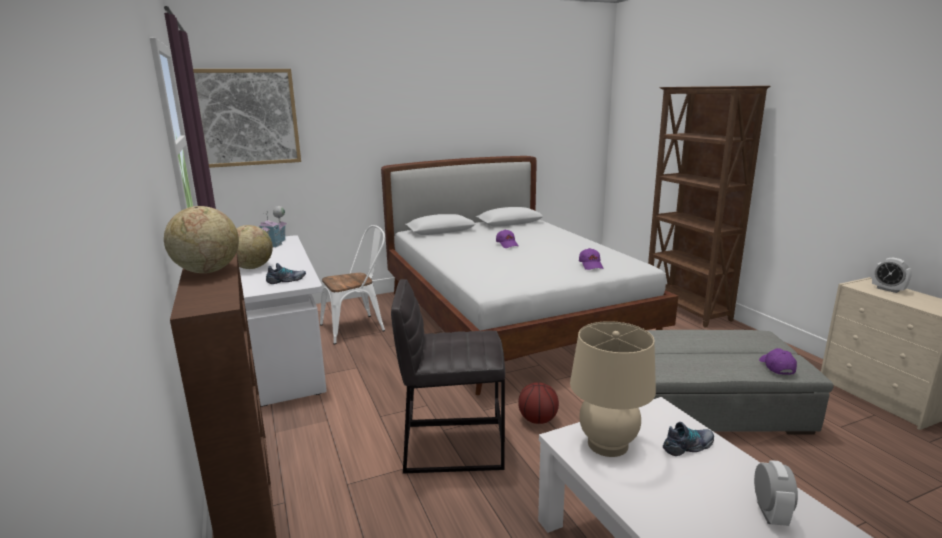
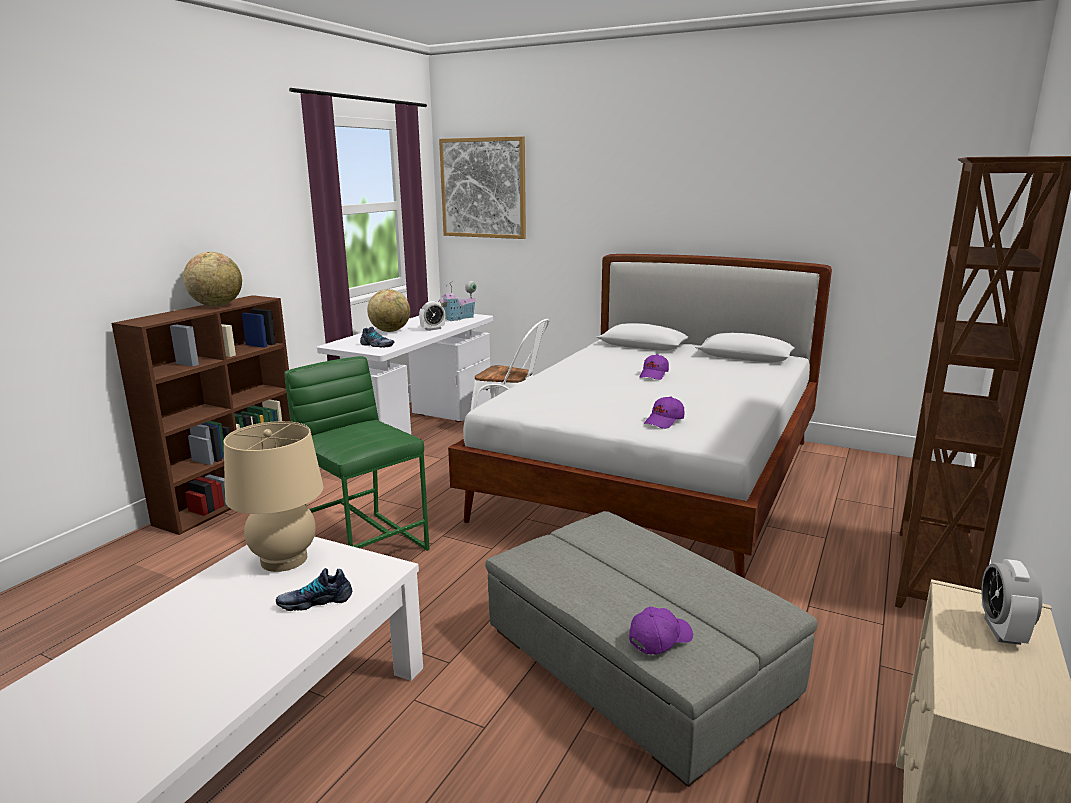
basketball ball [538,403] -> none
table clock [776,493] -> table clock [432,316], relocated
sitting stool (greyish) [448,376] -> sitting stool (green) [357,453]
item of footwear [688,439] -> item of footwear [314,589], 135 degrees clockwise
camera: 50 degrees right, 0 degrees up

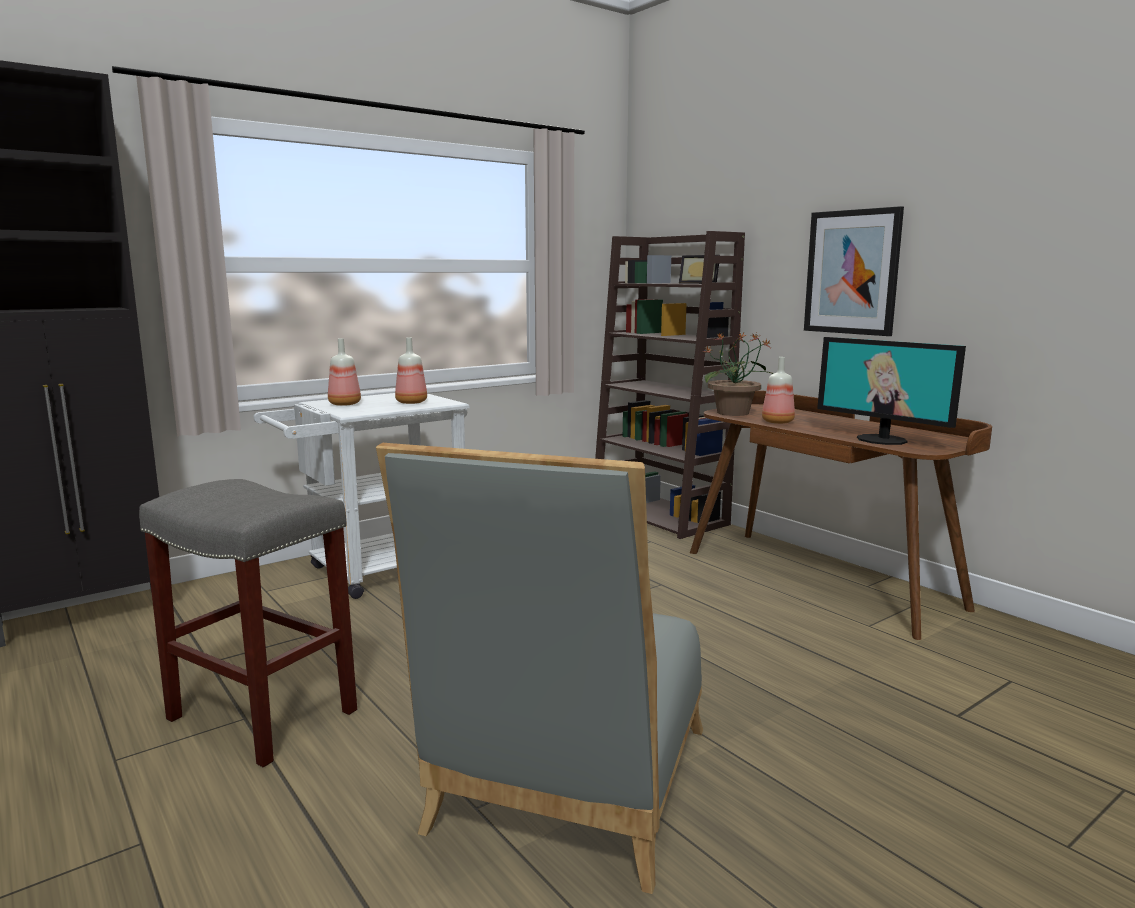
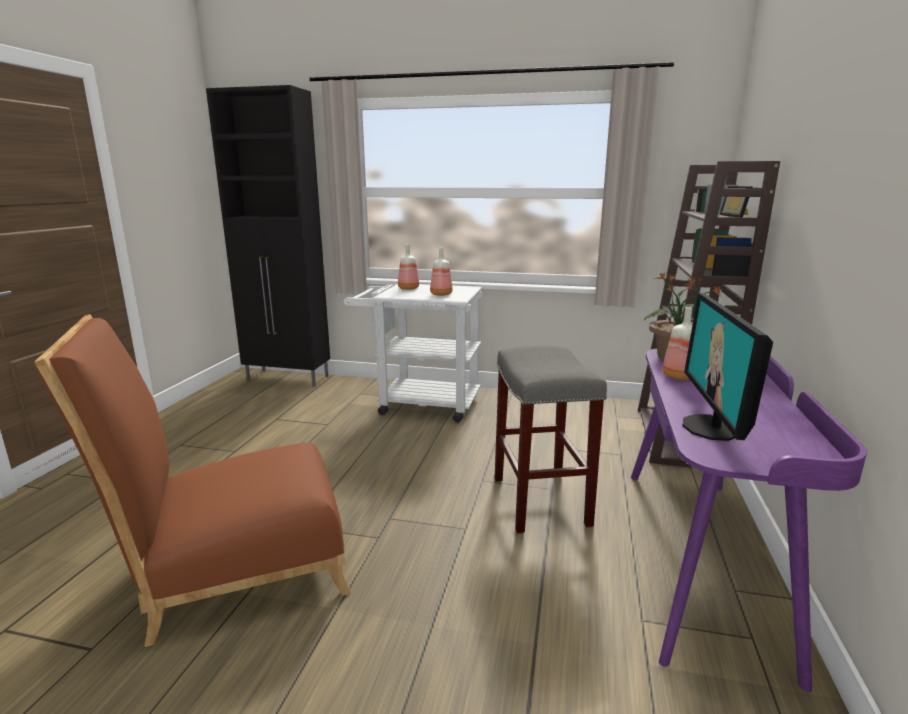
picture [854,271] -> none
sitting stool (greyish) [248,623] -> sitting stool (greyish) [551,439], relocated
plain chair (greyish) [539,668] -> plain chair (brown-coloured) [192,480]
desk table (brown-coloured) [841,515] -> desk table (purple-coloured) [749,520]
camera: 50 degrees right, 5 degrees up

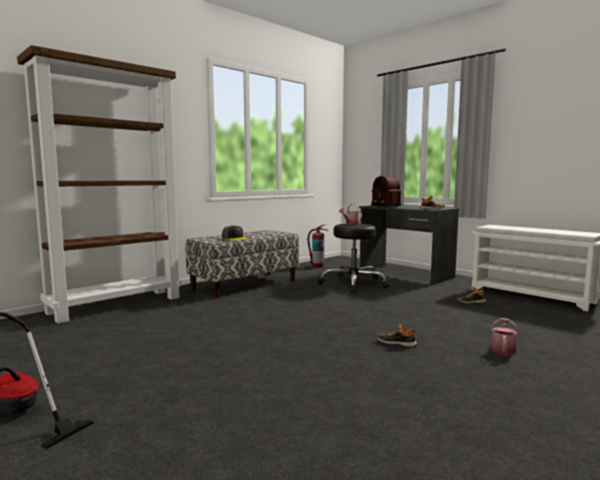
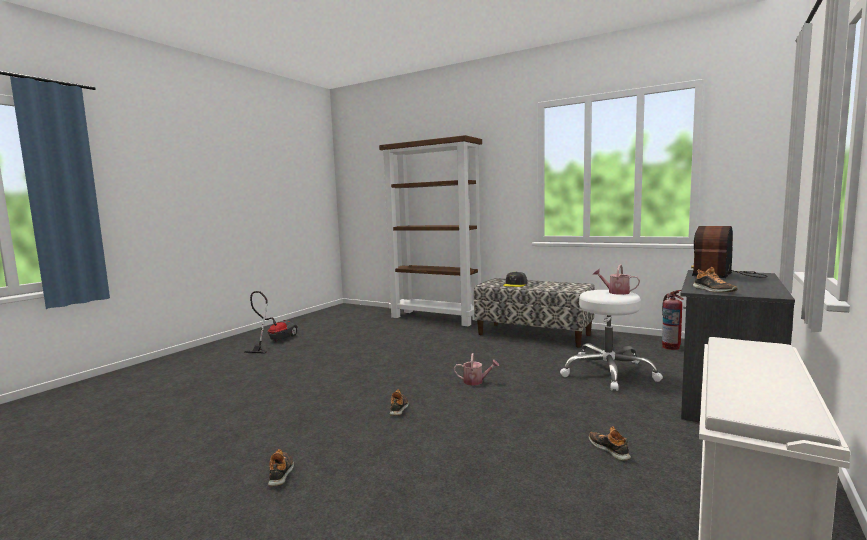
none -> item of footwear [281,468]
watering pot [505,337] -> watering pot [476,369], relocated
sitting stool (black-coloured) [353,258] -> sitting stool (white) [611,340]
camera: 75 degrees right, 0 degrees up

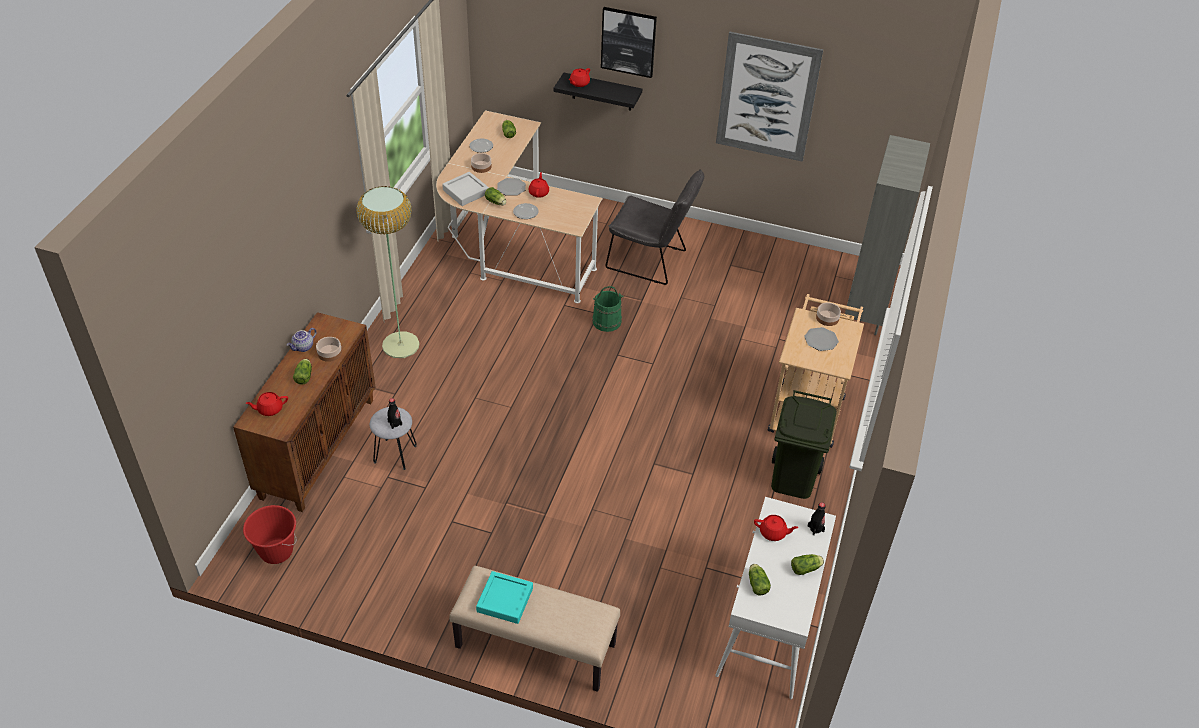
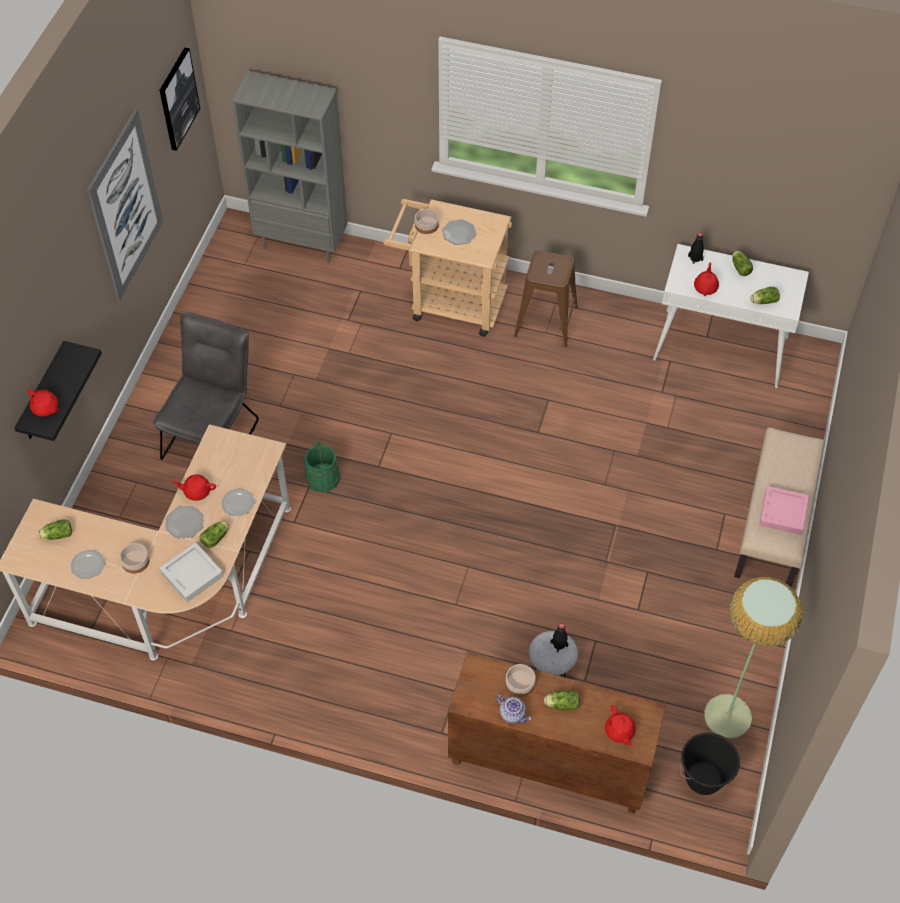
standard lamp [388,272] -> standard lamp [753,658], relocated
picture [629,42] -> picture [180,99], relocated
rubbish bin (green) [804,444] -> sitting stool (brown-coloured) [546,299]
water bucket (red) [269,534] -> water bucket (black-coloured) [710,764]
tray (turquoise) [504,597] -> tray (pinkish) [784,510]
camera: 90 degrees left, 10 degrees up

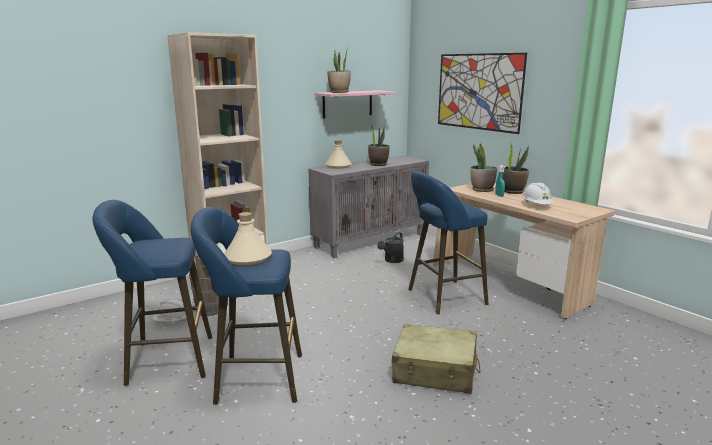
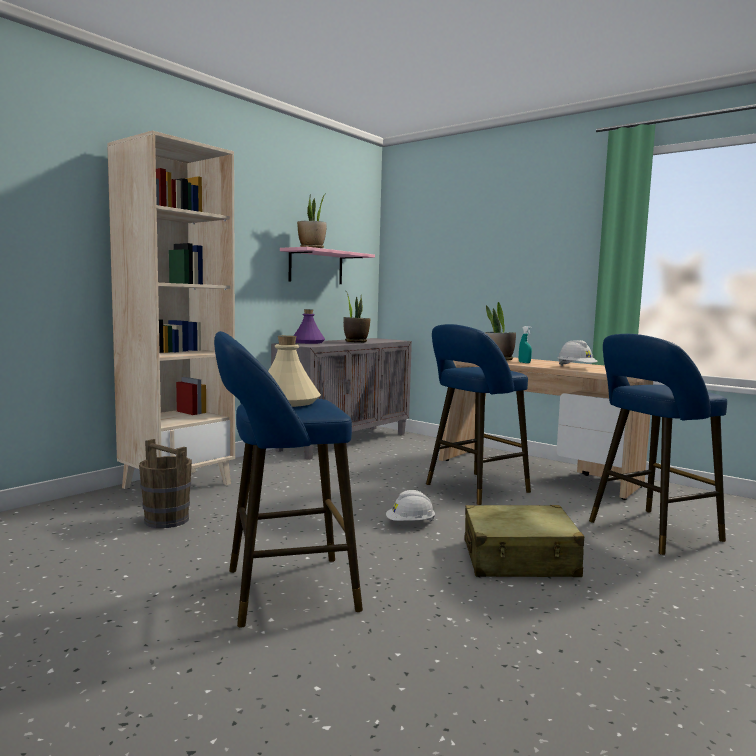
watering pot (black-coloured) [391,247] -> none
picture [482,93] -> none
potted plant [515,168] -> none
sitting stool (bluish) [152,293] -> sitting stool (bluish) [658,444], relocated
hard hat (white) [169,310] -> hard hat (white) [410,506], relocated
beverage bottle (beige-coloured) [338,154] -> beverage bottle (purple-coloured) [309,326]
camera: 15 degrees left, 10 degrees down

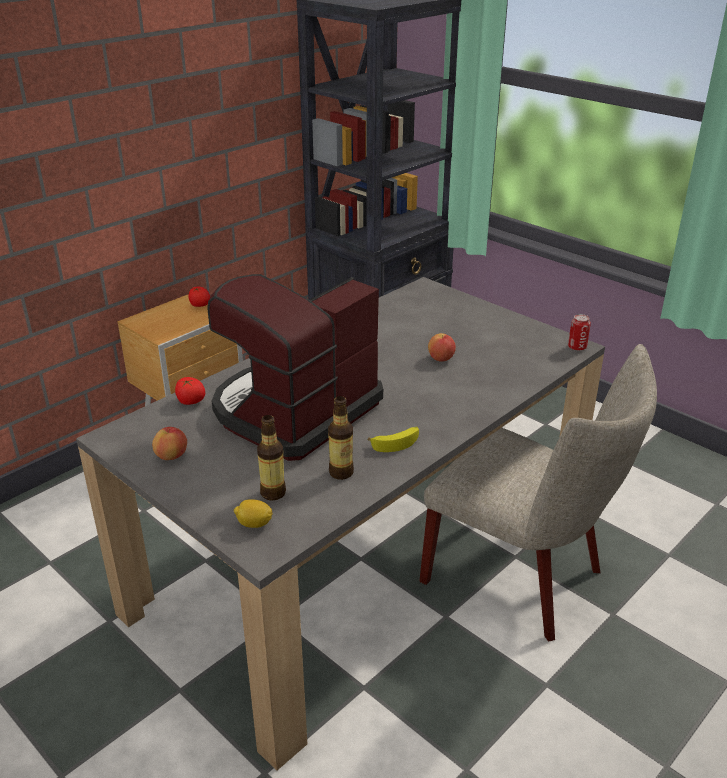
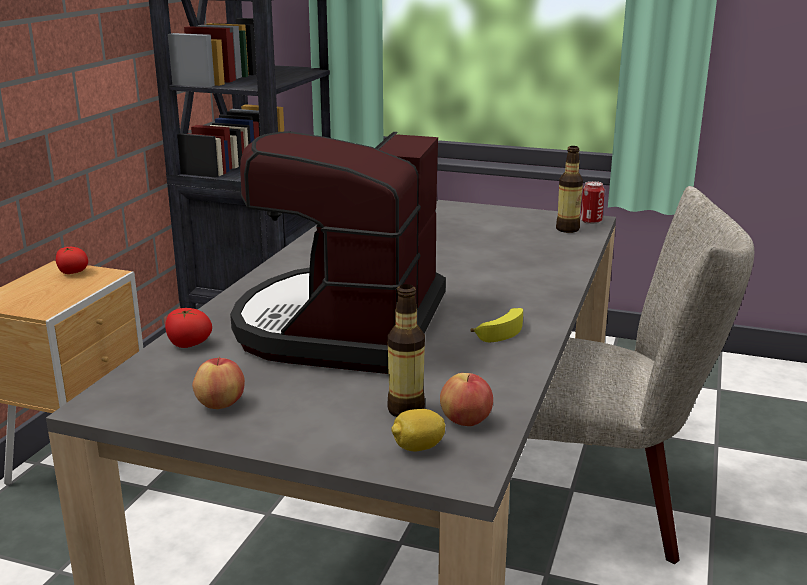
beverage bottle [341,438] -> beverage bottle [569,189], relocated
apple [442,347] -> apple [466,399], relocated
camera: 25 degrees left, 10 degrees down

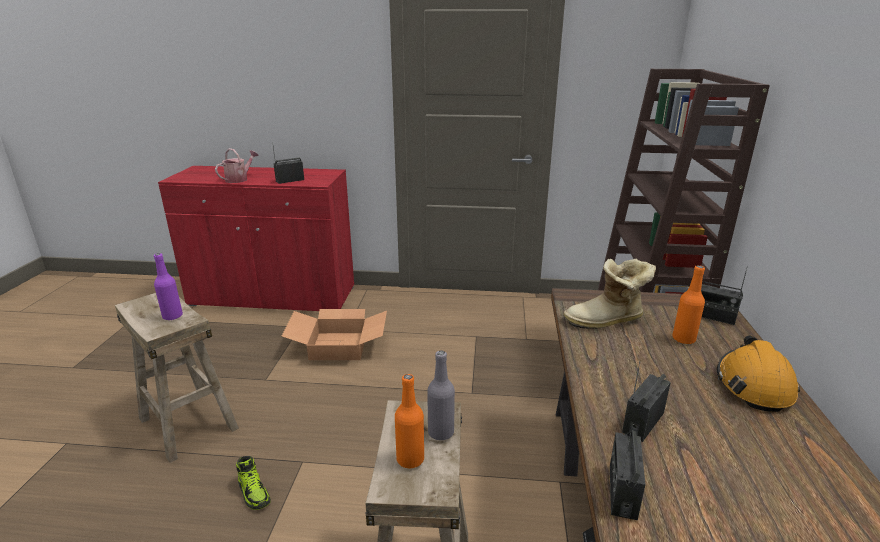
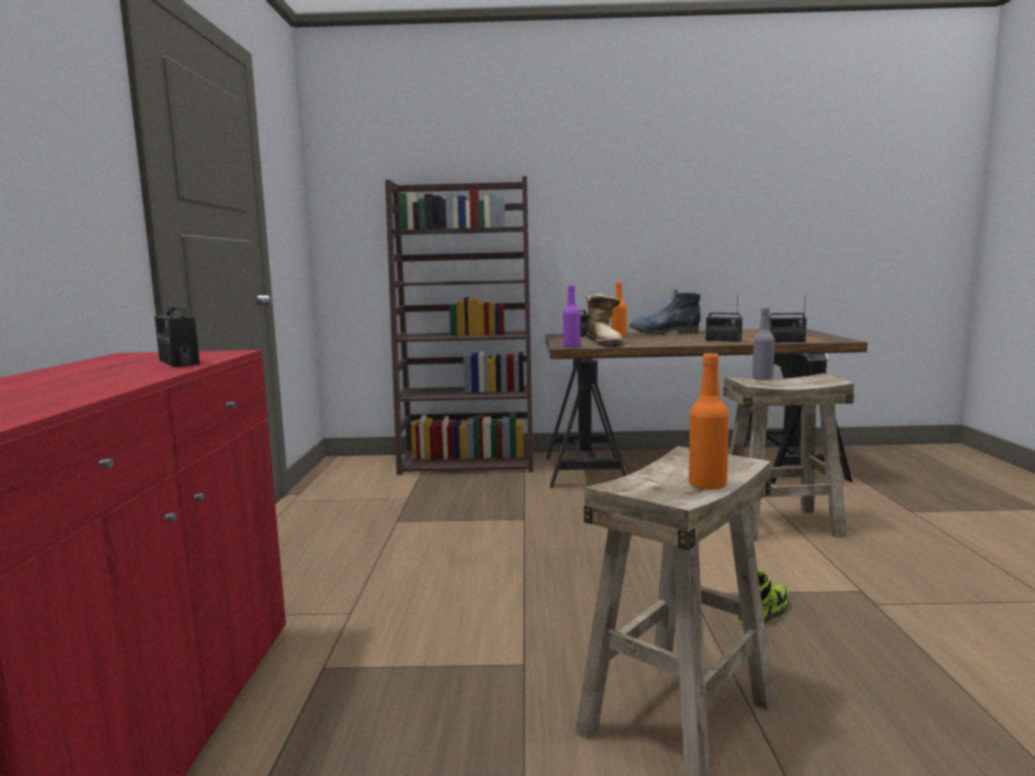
watering pot [237,165] -> none
packing box [334,334] -> none
beverage bottle (purple-coloured) [168,287] -> beverage bottle (purple-coloured) [571,316], relocated
beverage bottle (orangey) [409,421] -> beverage bottle (orangey) [709,422], relocated
hard hat (orangey) [758,373] -> tall boot [665,312]
camera: 95 degrees left, 15 degrees down

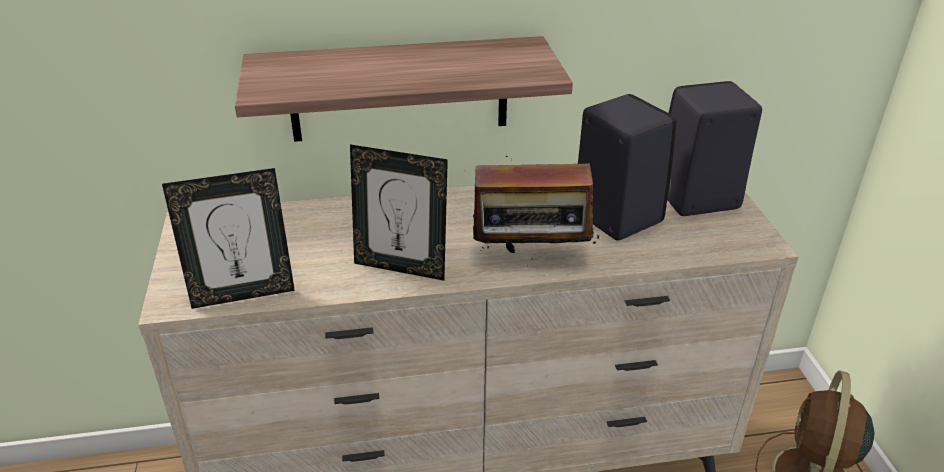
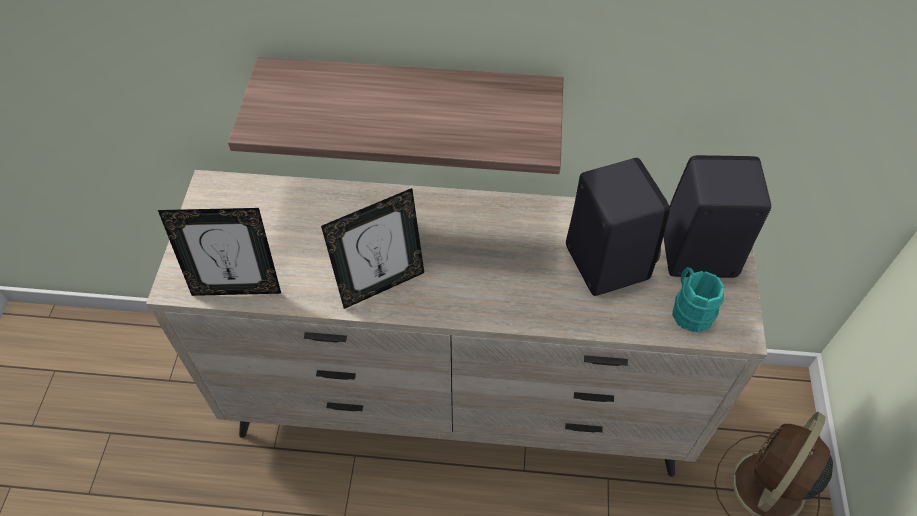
radio [531,200] -> none
none -> mug (turquoise) [698,299]
photo frame [399,212] -> photo frame [372,248], 60 degrees counterclockwise
camera: 15 degrees right, 20 degrees up

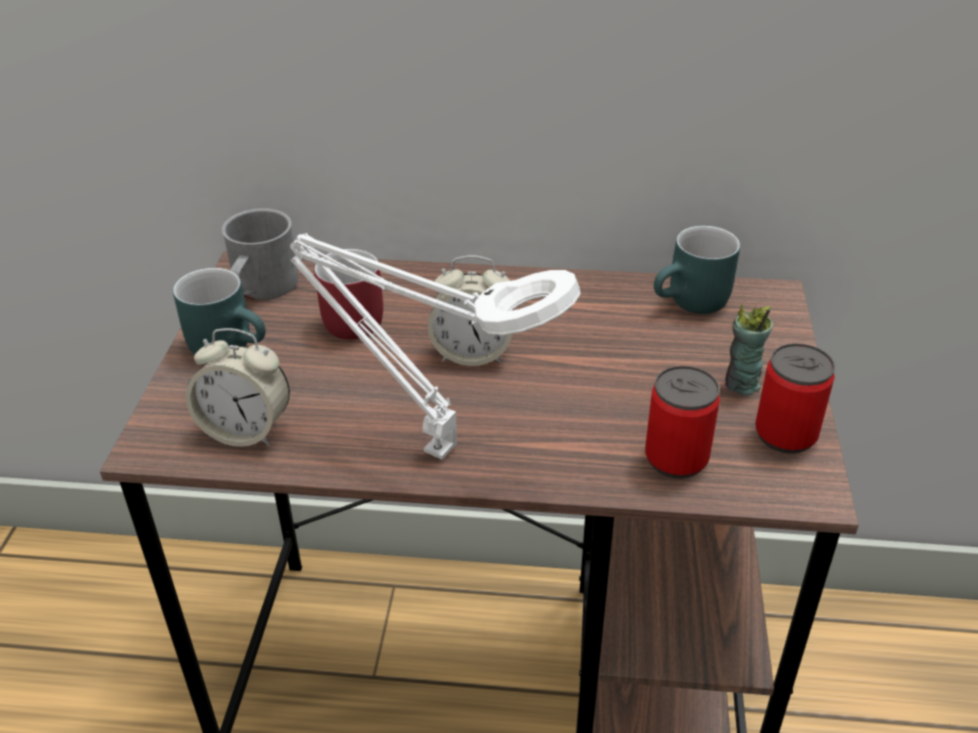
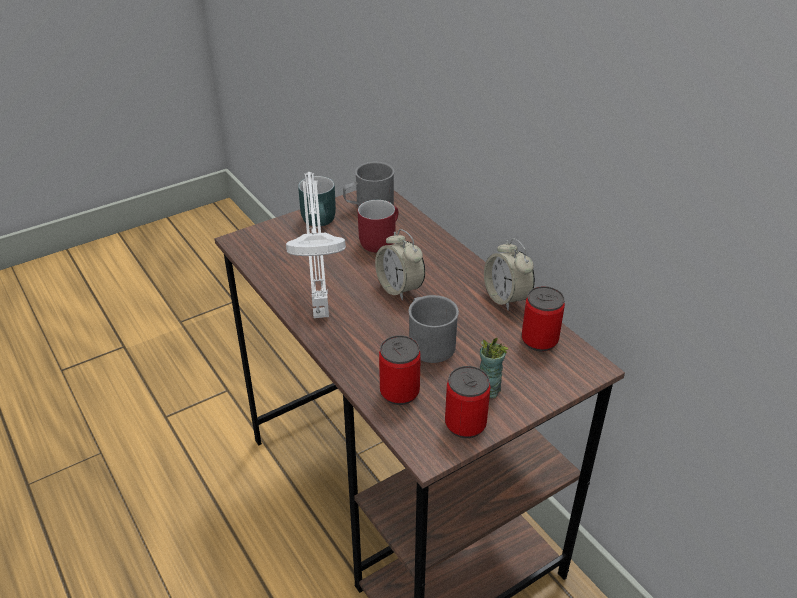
none -> mug (greyish) [434,329]
table clock [238,387] -> table clock [509,274], relocated
mug (turquoise) [697,270] -> can [543,319]
camera: 50 degrees right, 0 degrees up

